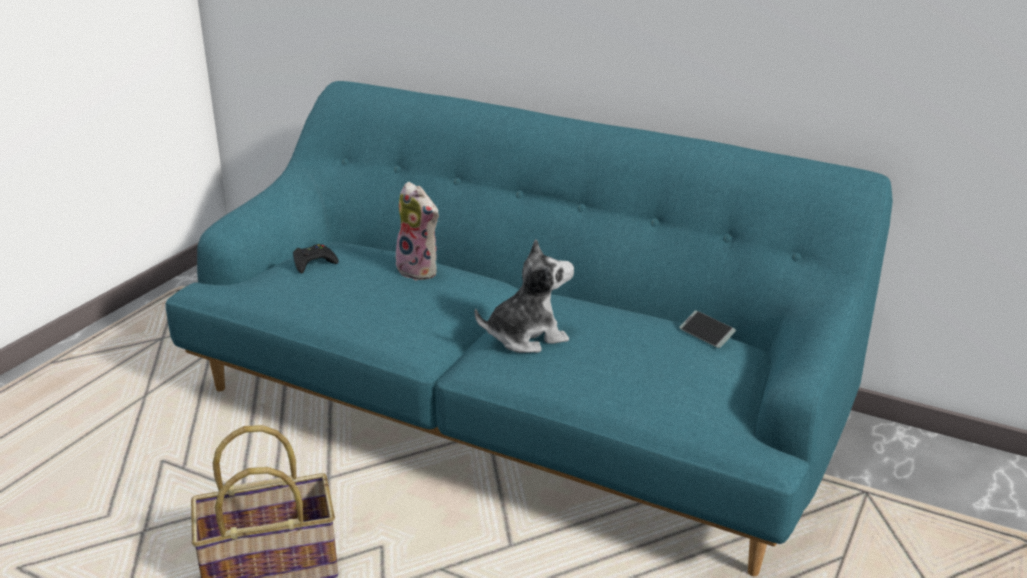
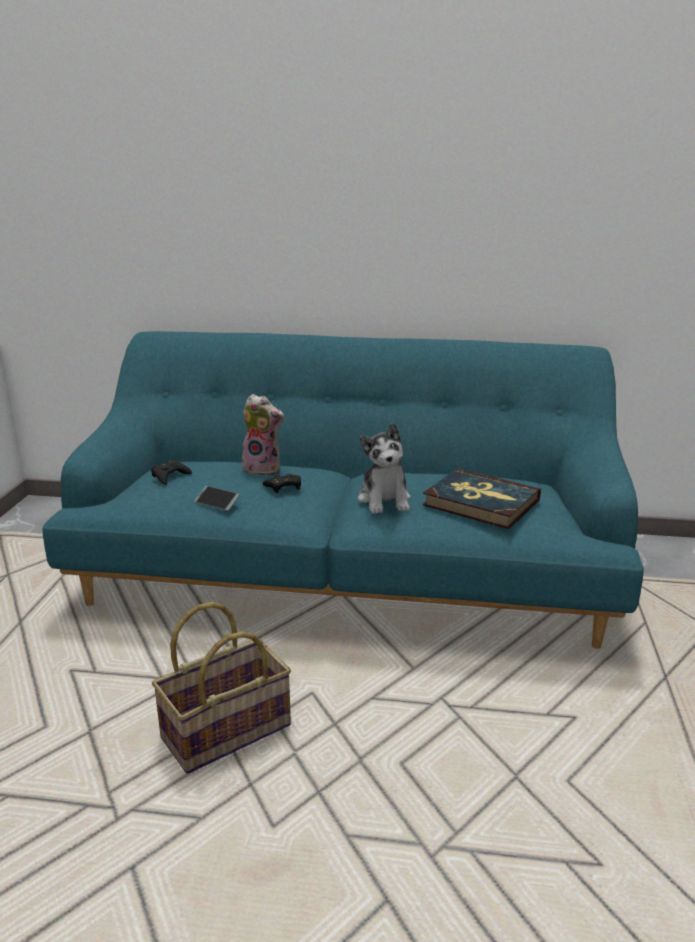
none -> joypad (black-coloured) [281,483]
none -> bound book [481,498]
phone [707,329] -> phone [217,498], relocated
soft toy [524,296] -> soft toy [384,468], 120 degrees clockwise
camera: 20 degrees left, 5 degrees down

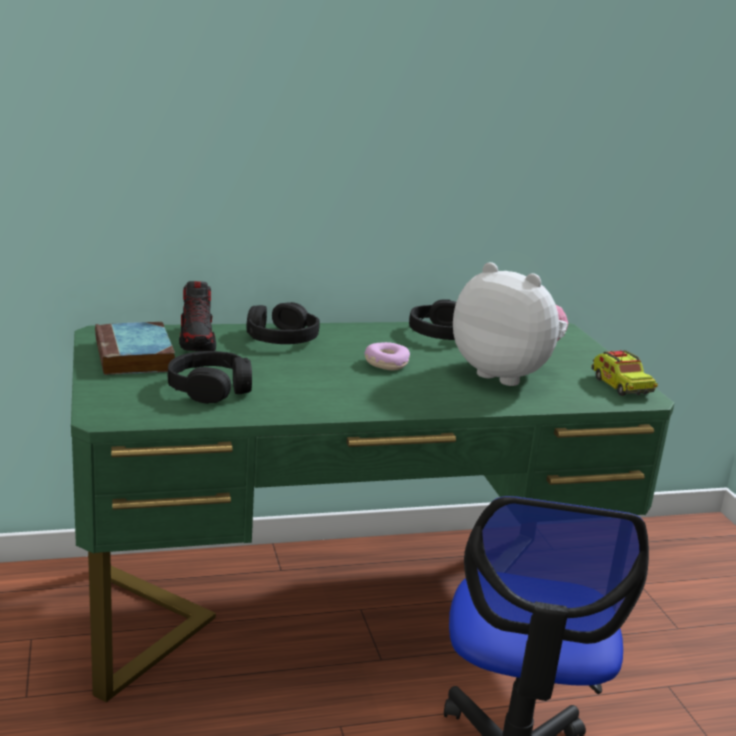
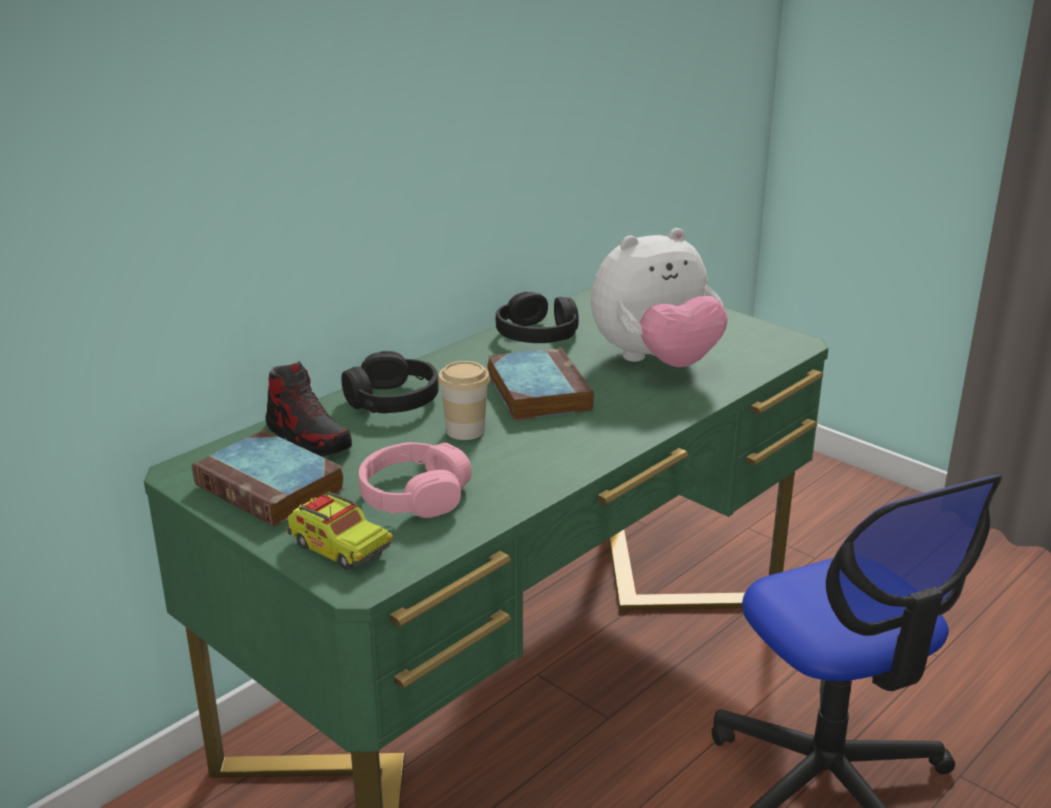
none -> drinking cup [464,400]
toy truck [624,373] -> toy truck [339,530], relocated
donut [387,356] -> bound book [541,384]
pair of headphones (black-coloured) [210,377] -> pair of headphones (pinkish) [415,480]
soft toy [511,324] -> soft toy [659,297], 150 degrees clockwise
camera: 30 degrees left, 5 degrees up

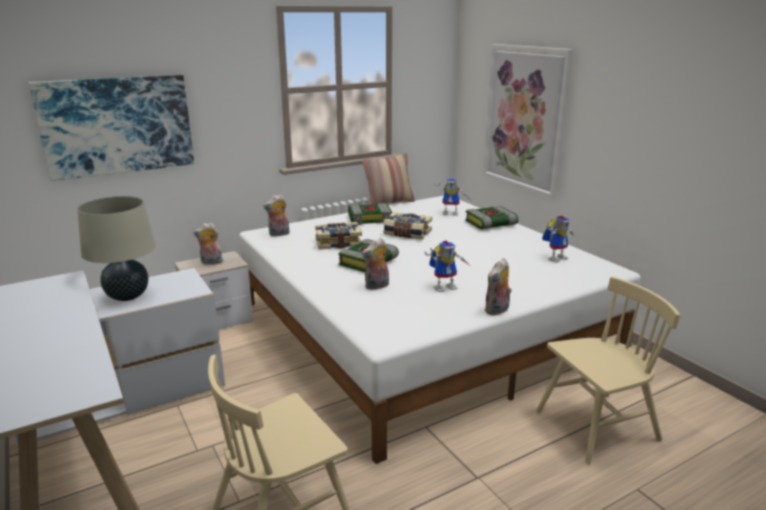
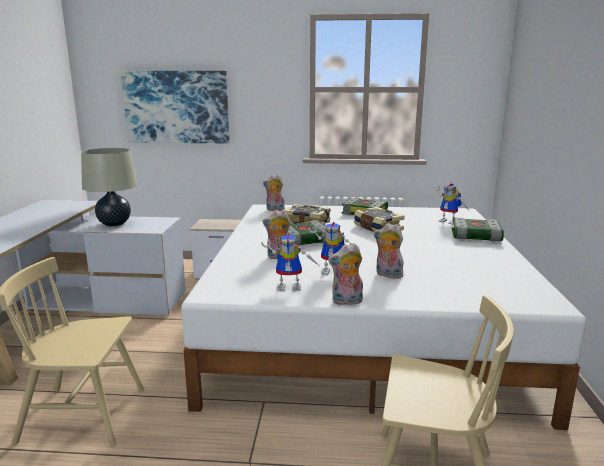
pillow [388,178] -> none
picture [528,121] -> none
soft toy [208,244] -> soft toy [389,251], relocated
toy robot [558,239] -> toy robot [289,262], relocated
camera: 35 degrees right, 5 degrees down

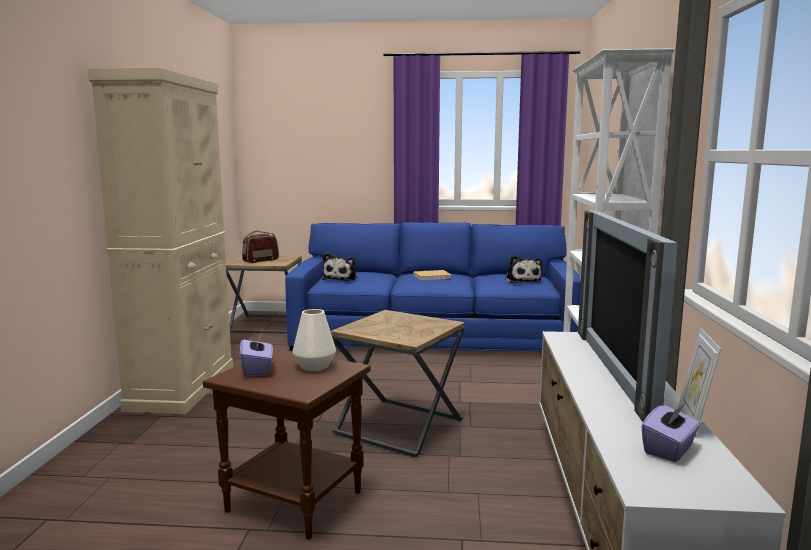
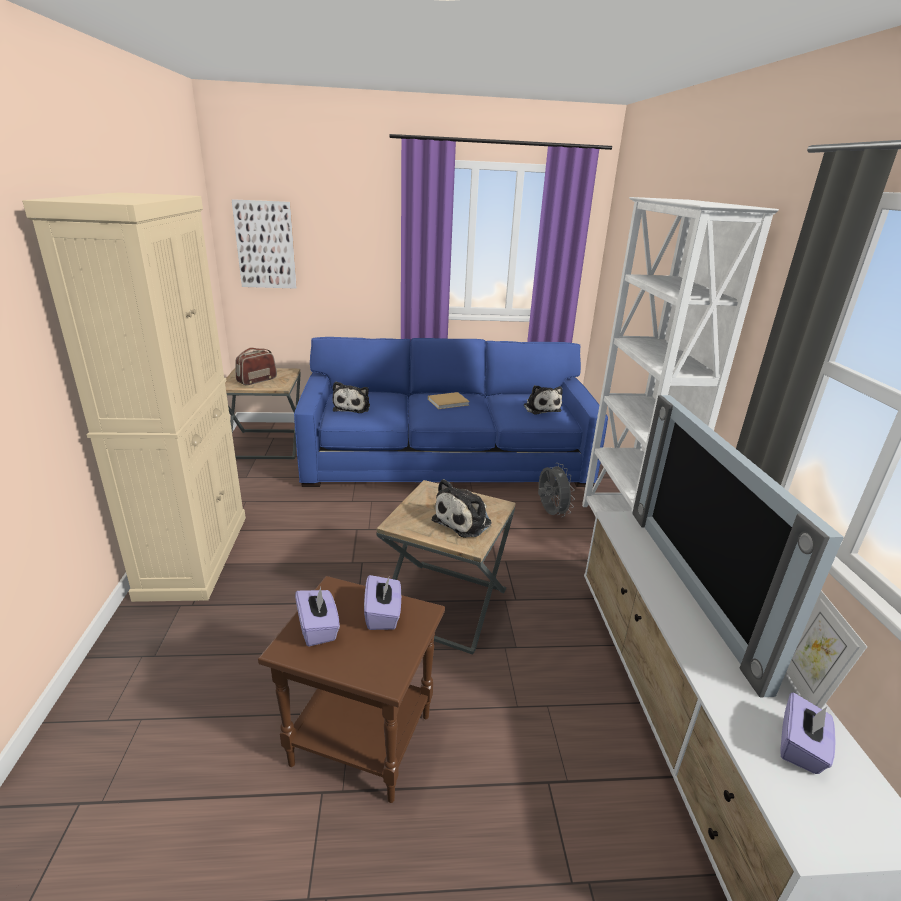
none -> picture [264,244]
none -> soft toy [462,508]
none -> fan (greyish) [556,490]
decorative vase (white) [314,340] -> tissue holder (purple-coloured) [382,602]
camera: 10 degrees left, 15 degrees up

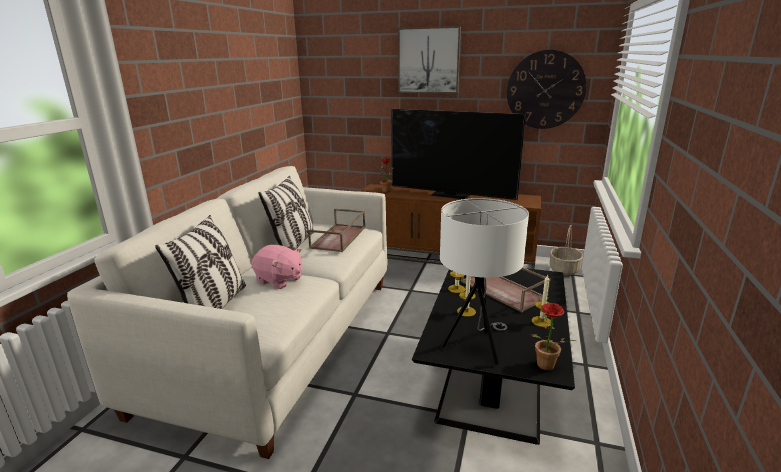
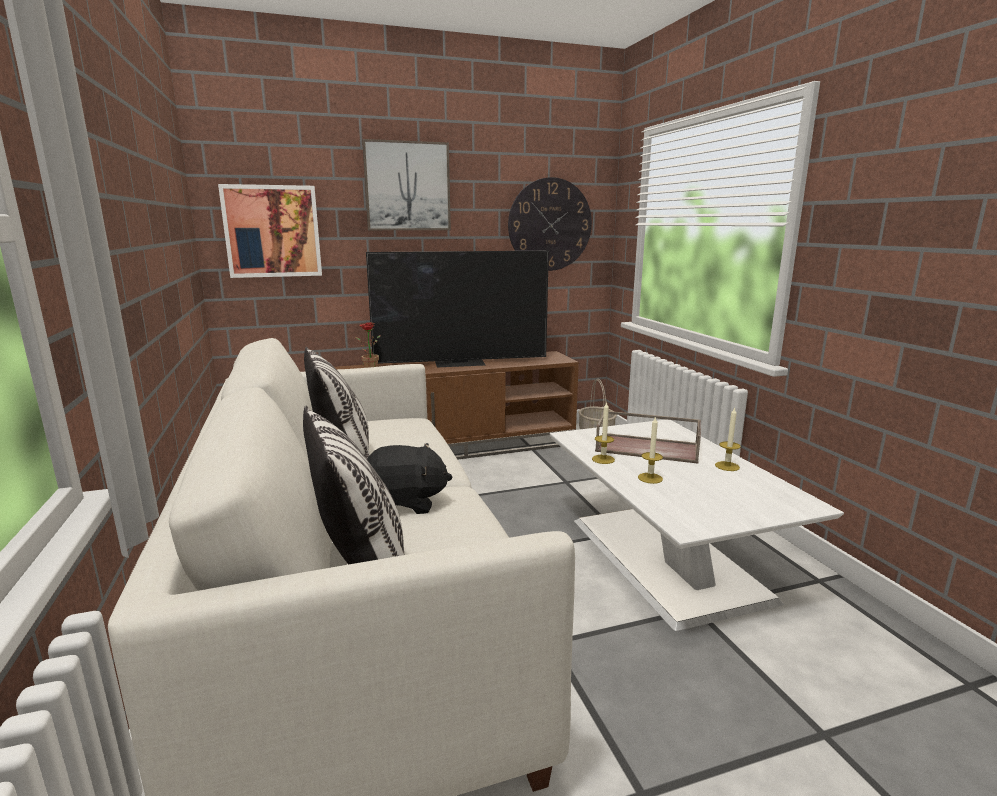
tray (brown-coloured) [336,230] -> none
tabletop lamp (white) [484,281] -> none
potted plant [554,336] -> none
none -> picture [270,231]
soft toy (pinkish) [277,267] -> soft toy (black-coloured) [409,478]
coffee table (black-coloured) [493,356] -> coffee table (white) [697,525]
camera: 35 degrees left, 5 degrees down

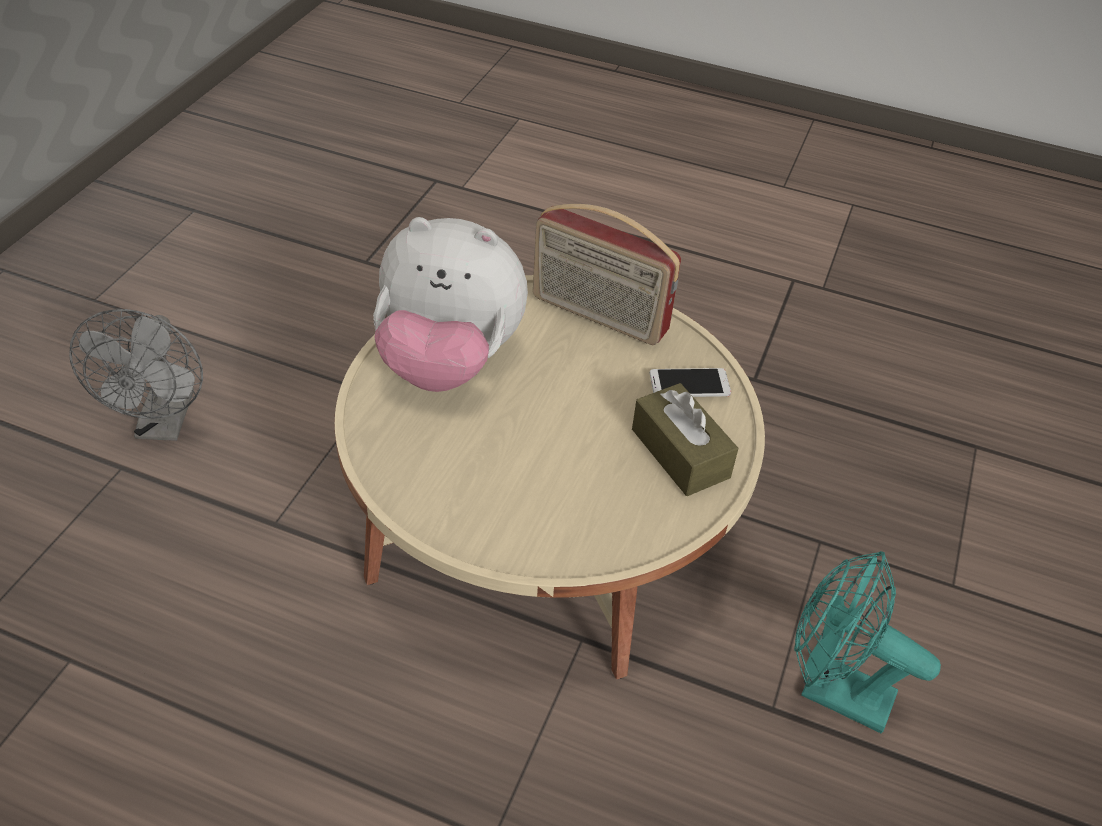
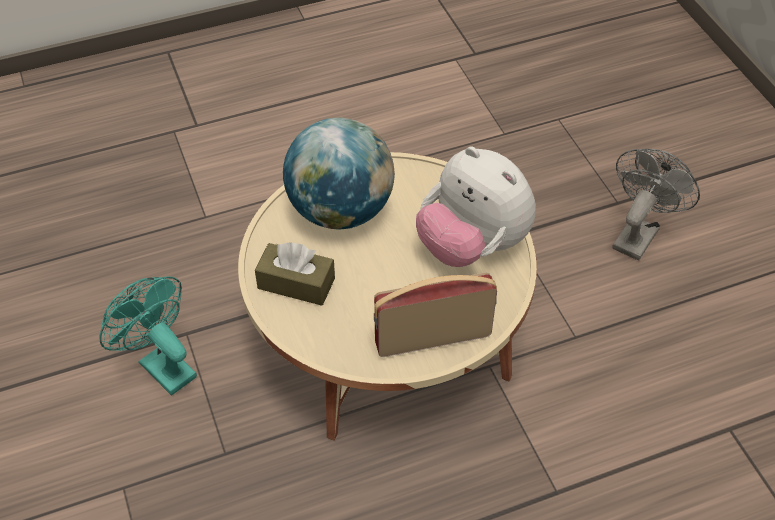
phone [690,382] -> none
none -> desk globe [339,173]
fan (greyish) [136,375] -> fan (greyish) [656,204], 75 degrees clockwise
soft toy [450,304] -> soft toy [476,206], 105 degrees counterclockwise
fan (turquoise) [867,642] -> fan (turquoise) [148,336], 120 degrees counterclockwise
camera: 140 degrees right, 5 degrees up

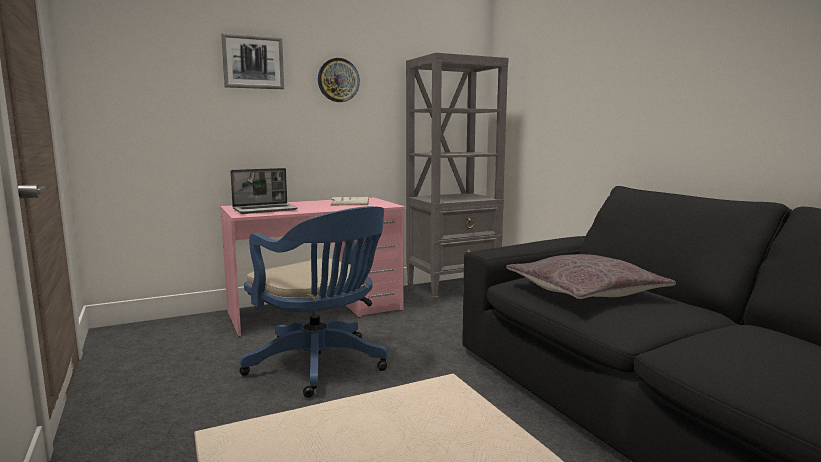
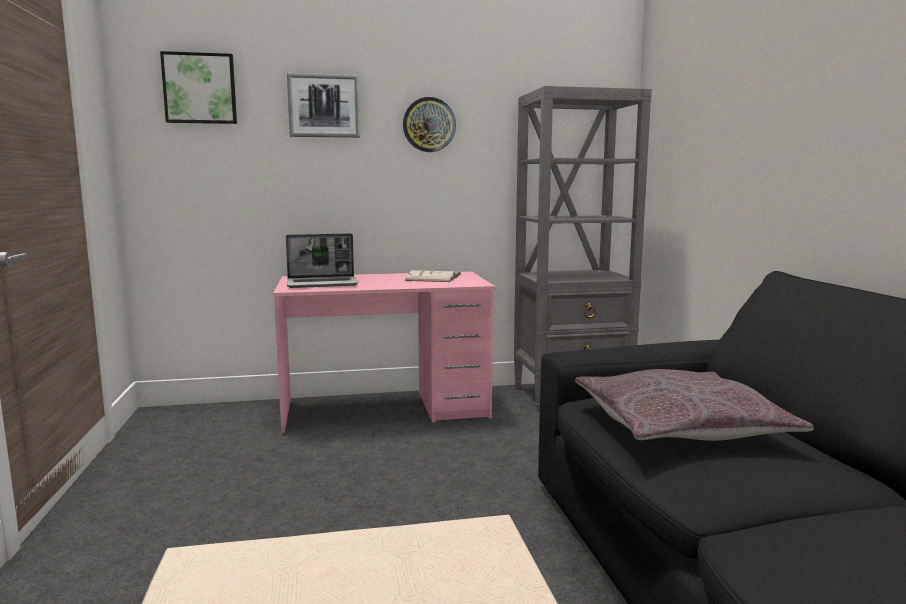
desk chair (bluish) [313,302] -> none
none -> picture [198,87]
camera: 15 degrees right, 0 degrees up

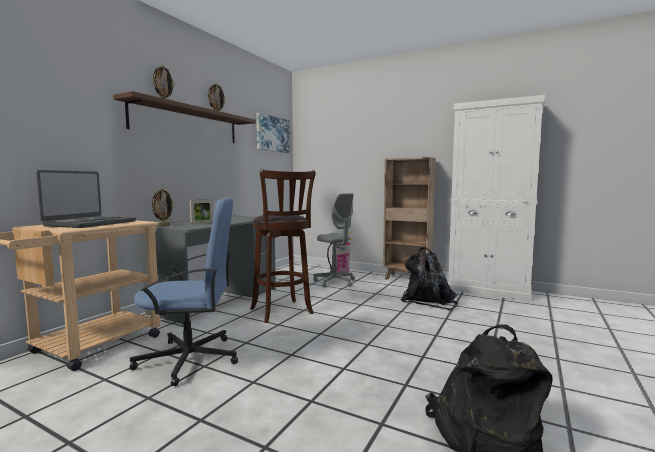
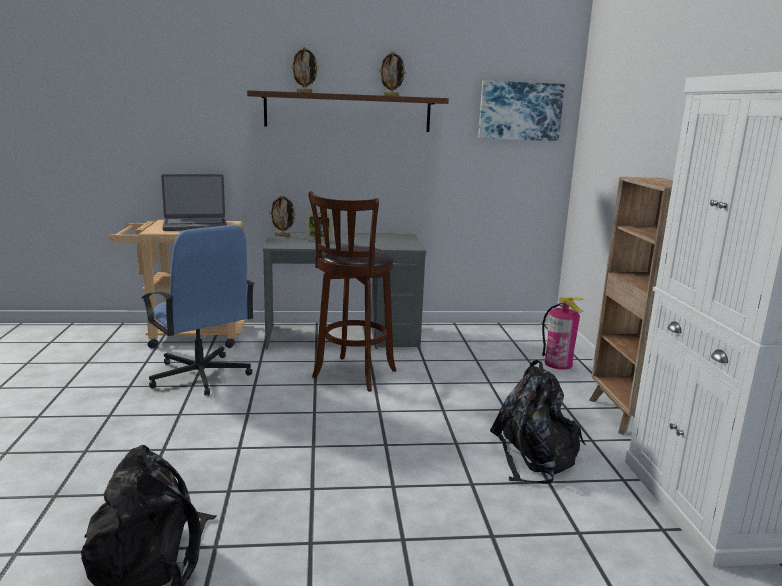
desk chair (greyish) [334,240] -> none
camera: 55 degrees right, 10 degrees up

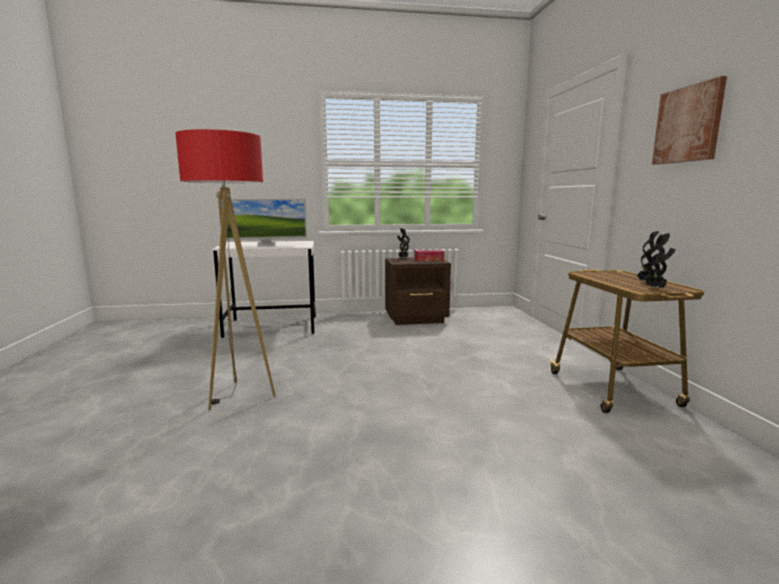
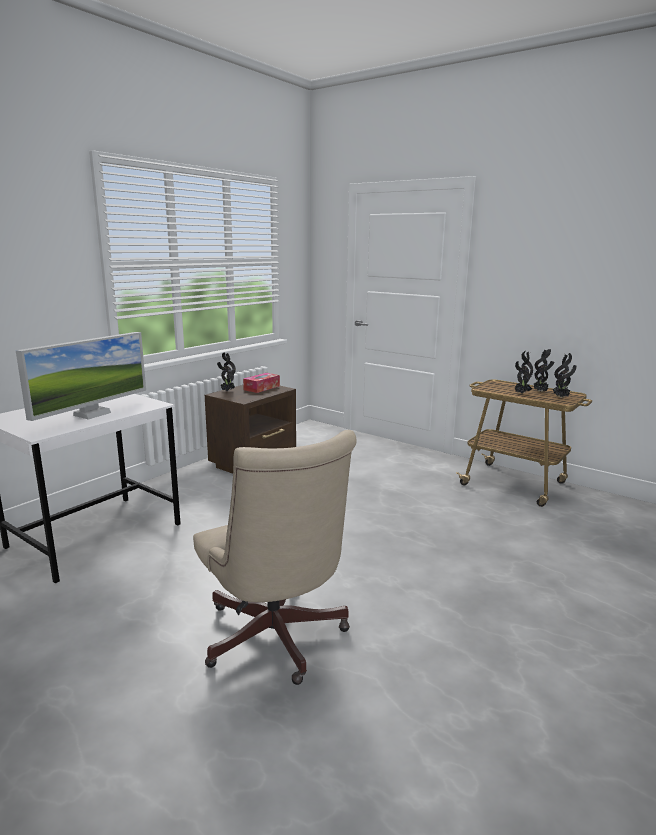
picture [689,120] -> none
none -> potted plant [523,372]
standard lamp [225,269] -> desk chair (beige-coloured) [275,557]
camera: 45 degrees left, 5 degrees up

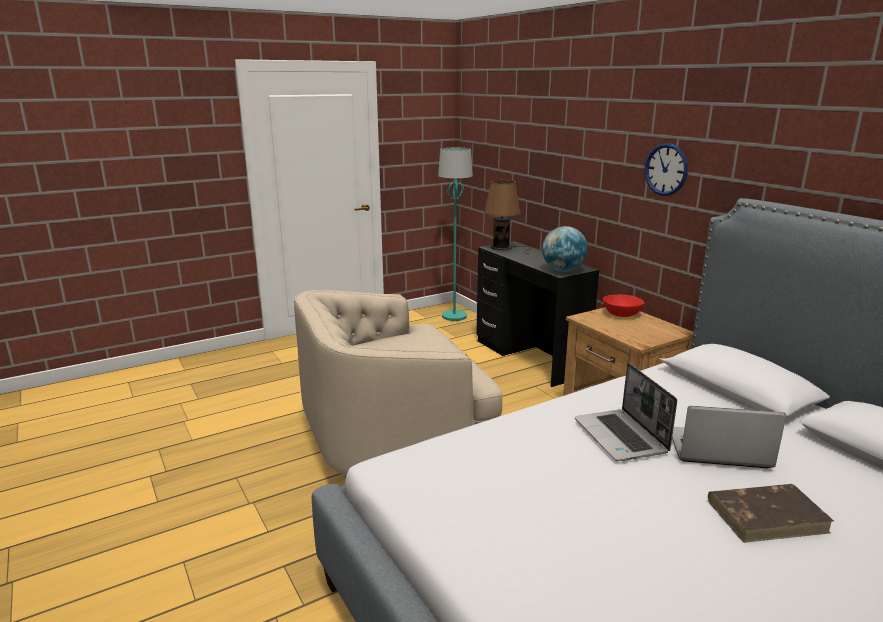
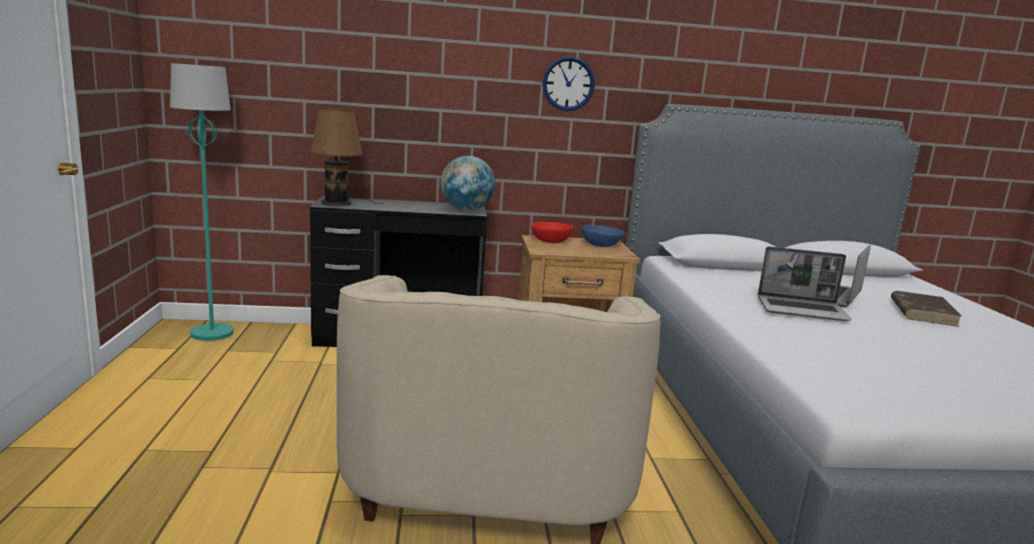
none -> bowl (bluish) [602,236]
camera: 65 degrees left, 5 degrees down

